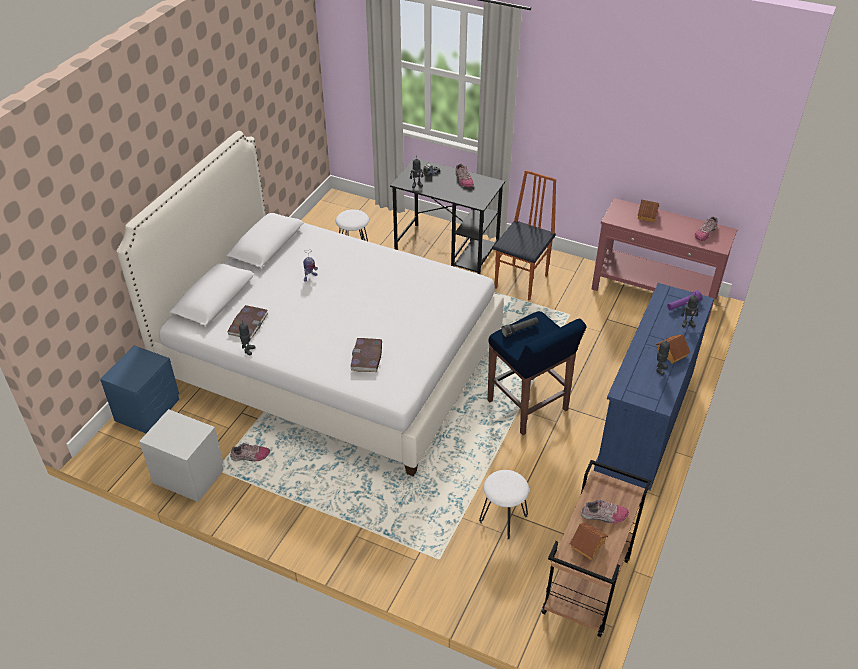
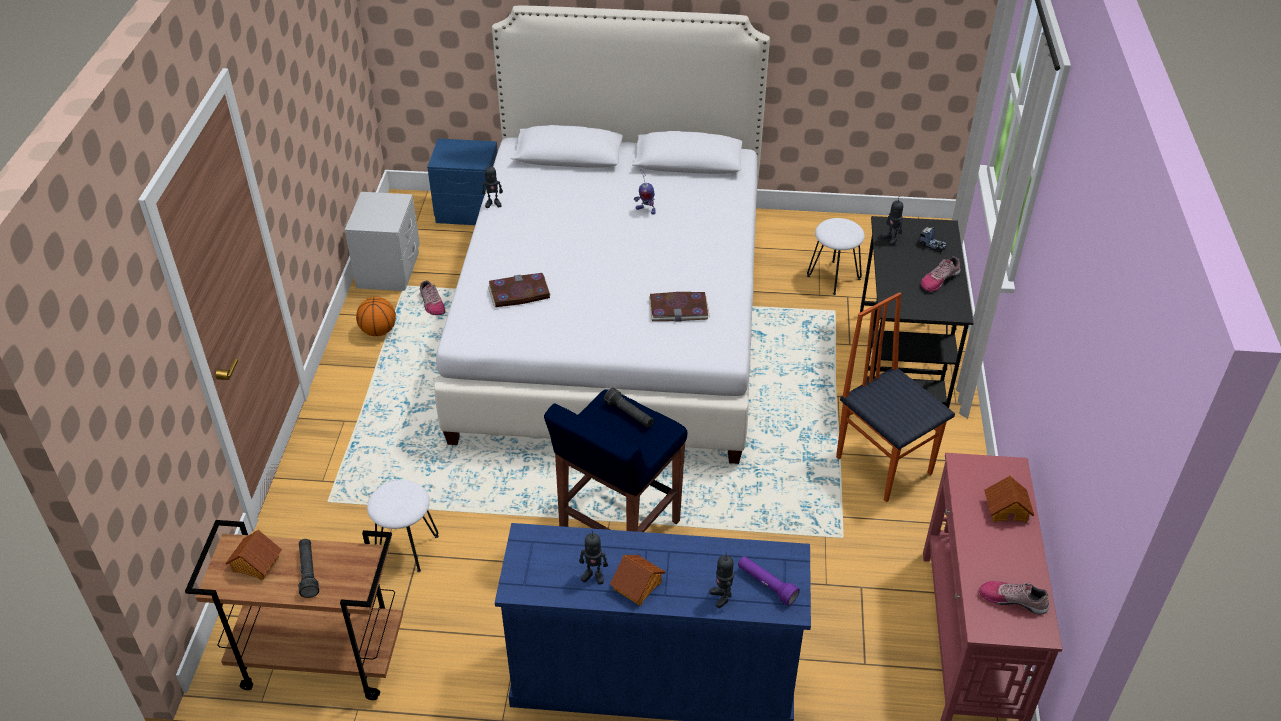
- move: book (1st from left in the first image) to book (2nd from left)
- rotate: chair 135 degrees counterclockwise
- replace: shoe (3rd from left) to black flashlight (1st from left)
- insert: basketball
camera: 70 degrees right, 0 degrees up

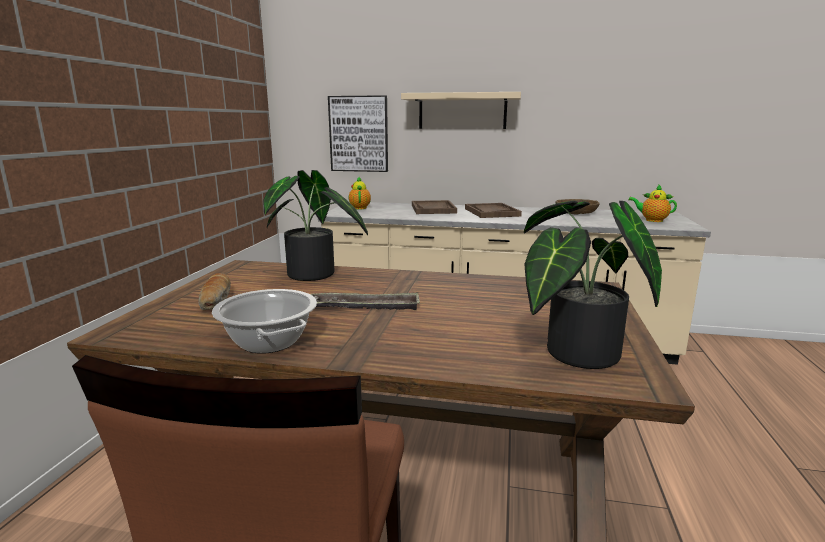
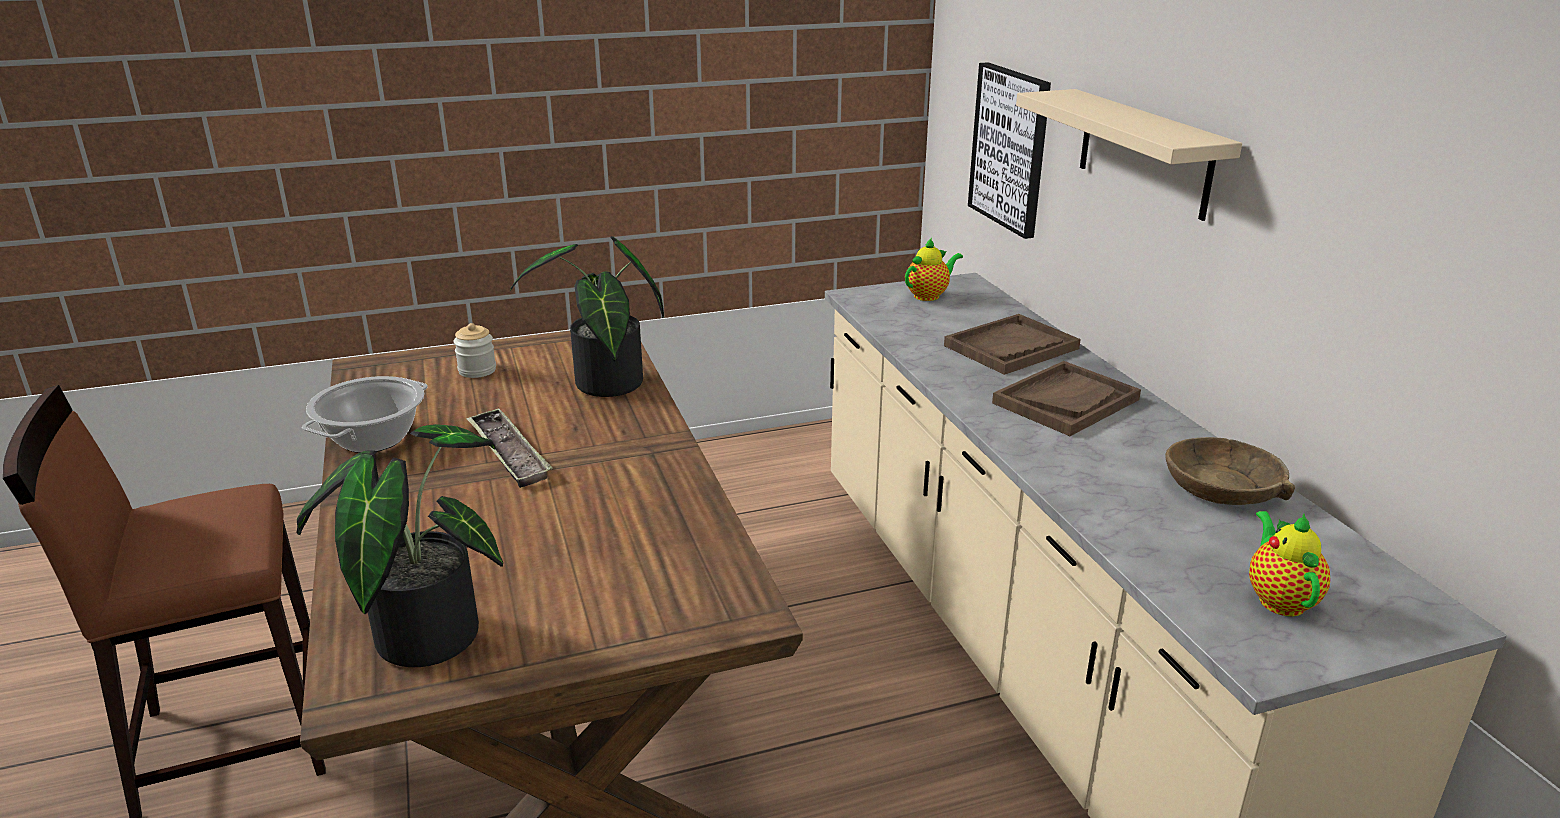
- replace: bread to jar
camera: 60 degrees right, 10 degrees up

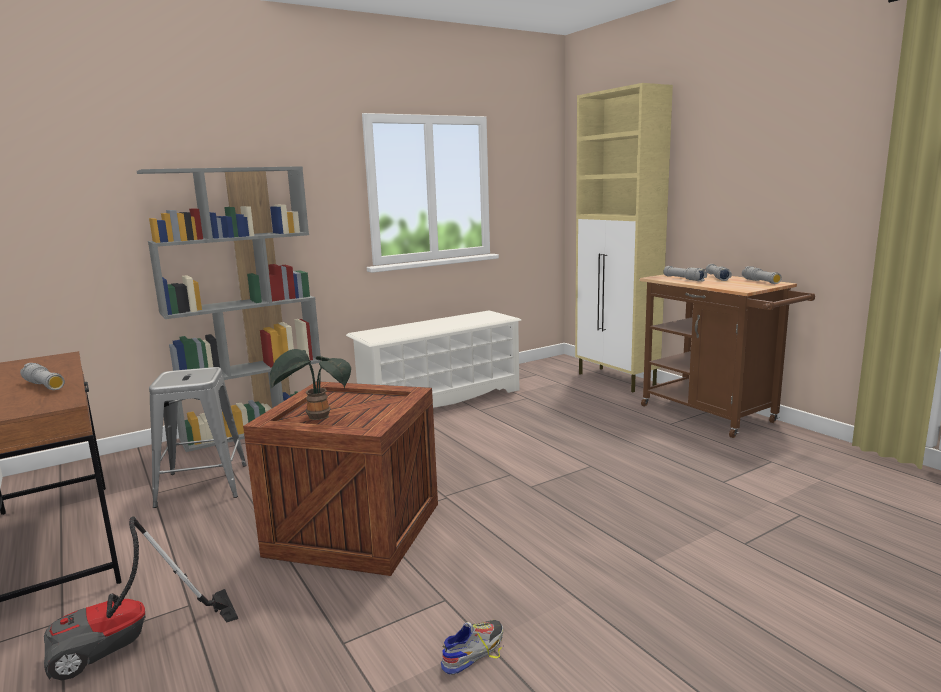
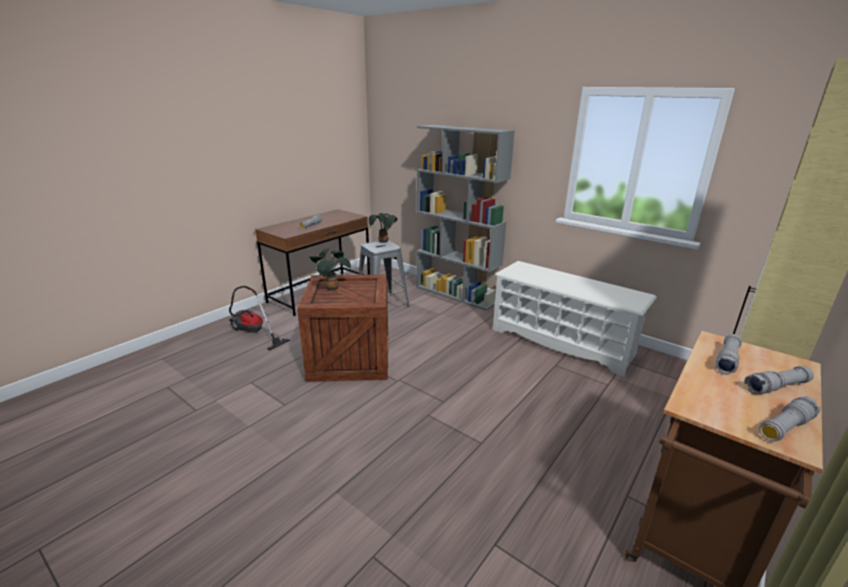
- delete: shoe
- insert: potted plant (2nd from left)
camera: 70 degrees right, 10 degrees up

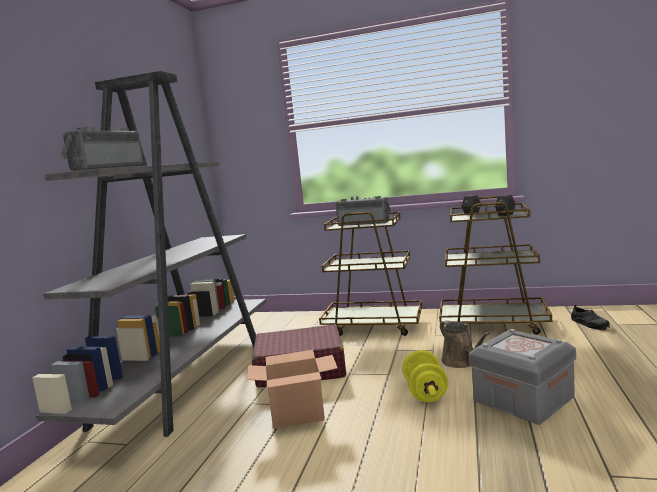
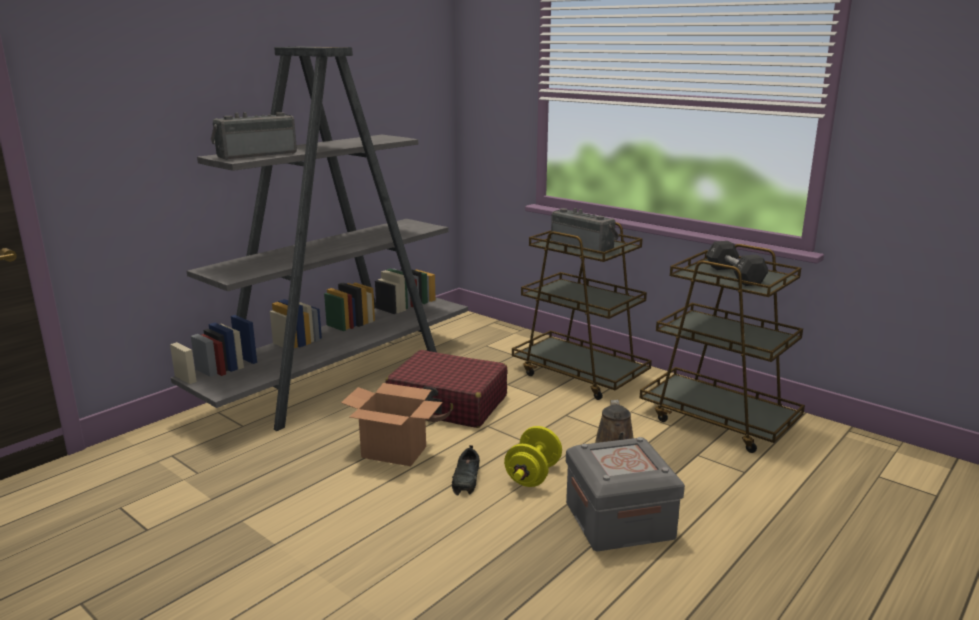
- move: black shoe
camera: 25 degrees right, 10 degrees up

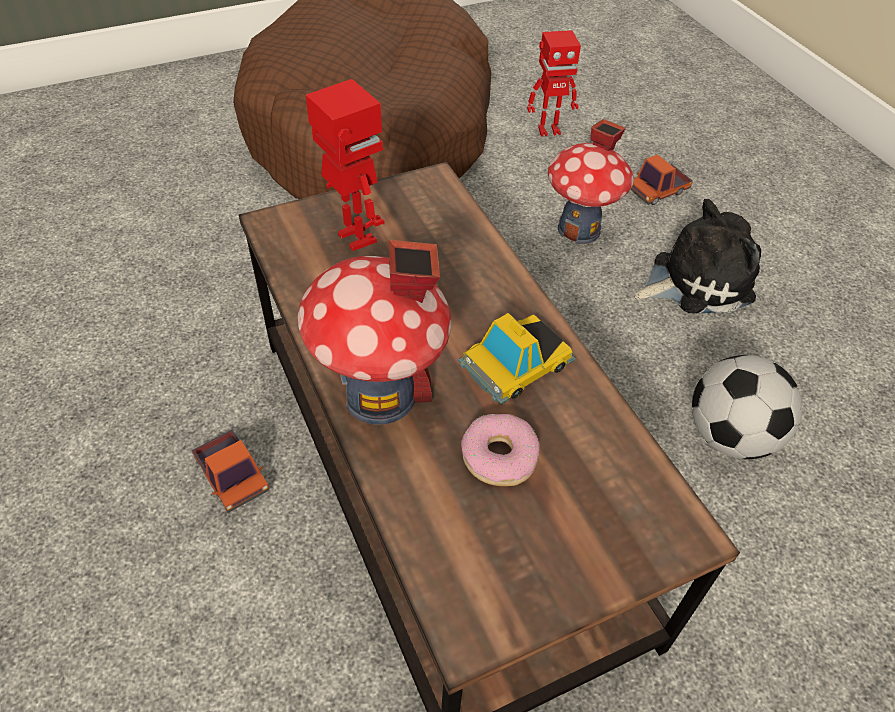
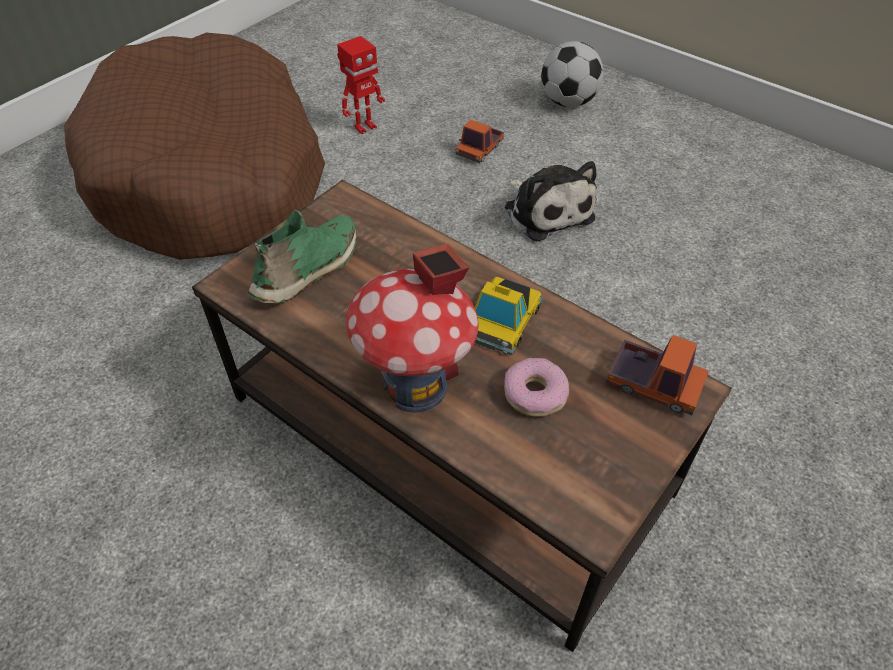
- move: toy truck (1st from left in the first image) to toy truck (2nd from left)
- replace: toy robot (1st from left) to green shoe
- delete: toy house (2nd from left)
- rotate: plush toy 105 degrees clockwise
- move: football
camera: 25 degrees left, 0 degrees up

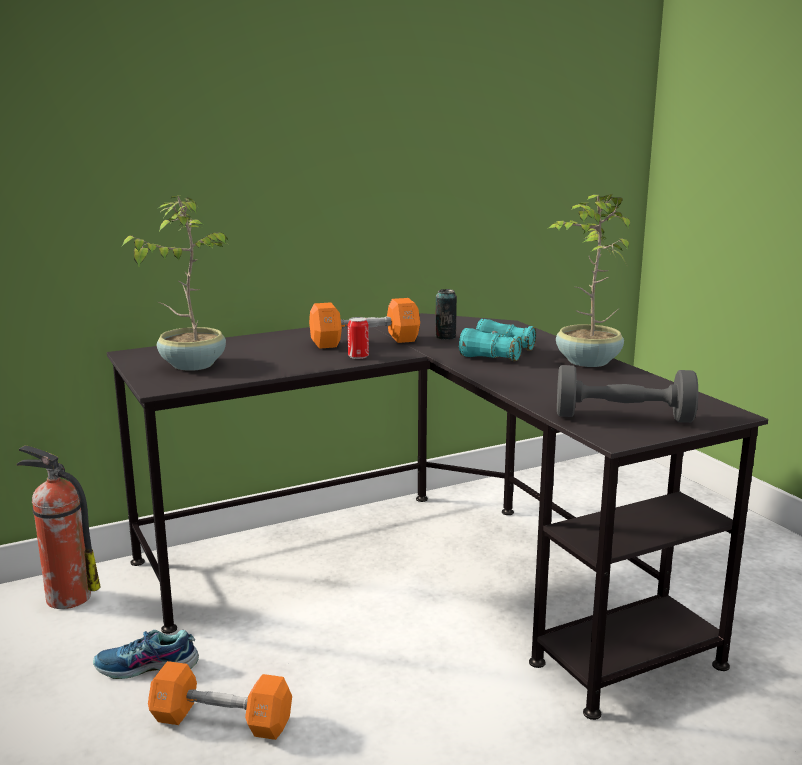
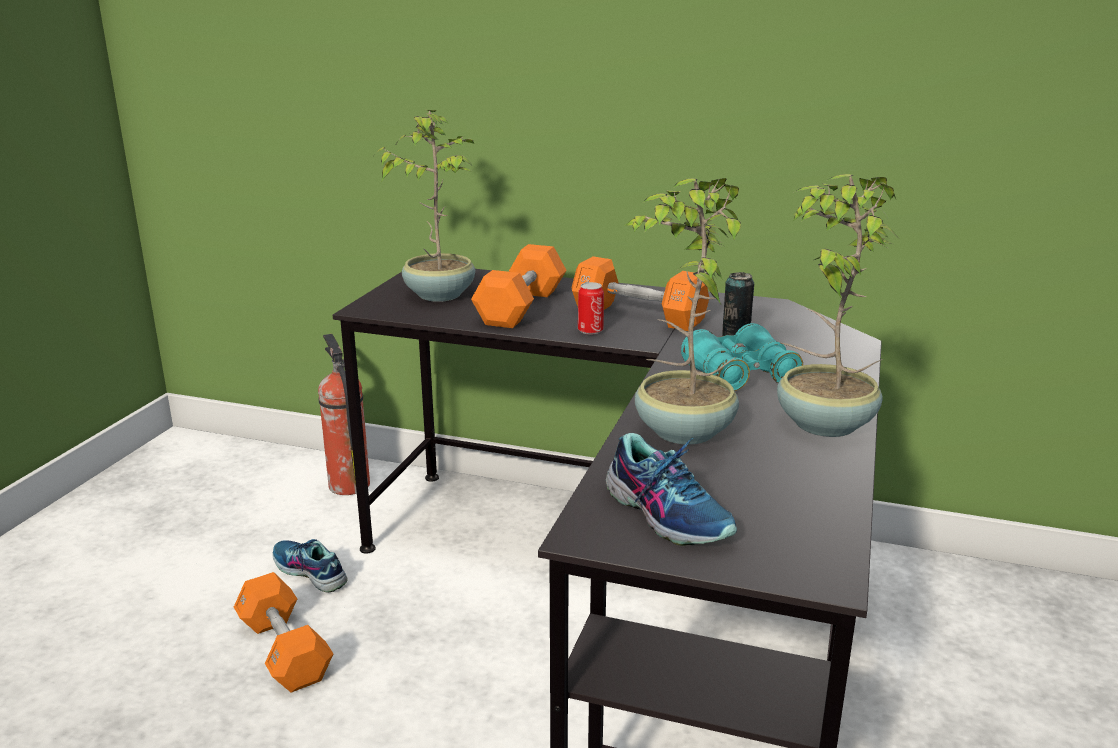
- replace: grey dumbbell to shoe (2nd from left)
- insert: orange dumbbell (2nd from left)
- insert: potted plant (2nd from left)
camera: 45 degrees right, 5 degrees up

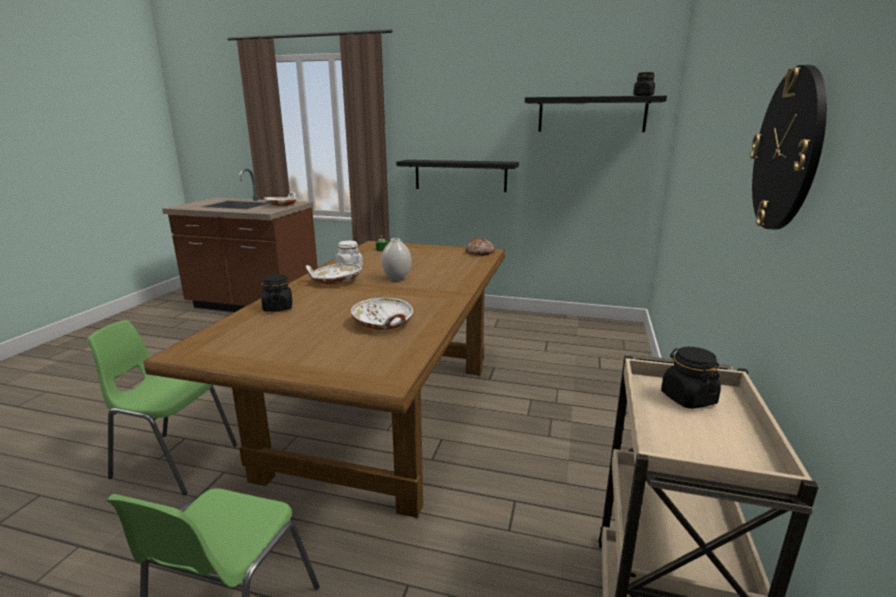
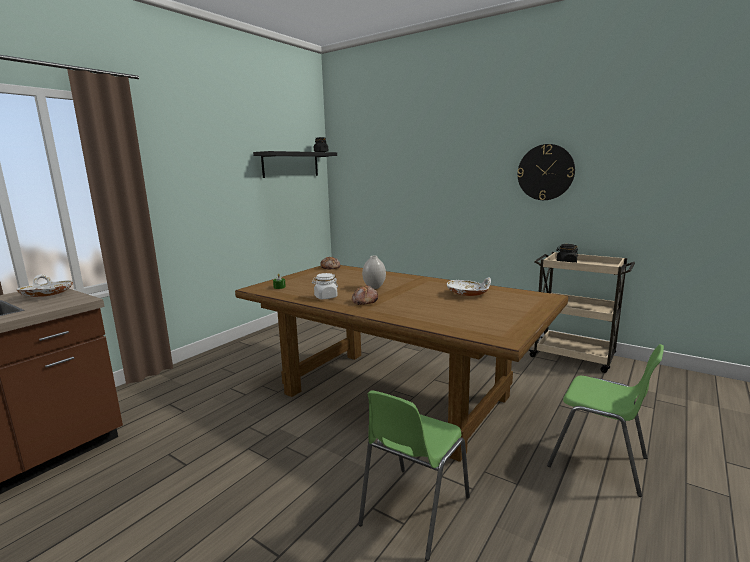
- delete: black jar (1st from left)
- replace: white bowl (2nd from left) to bread (2nd from left)
- delete: black shelf (1st from left)
camera: 70 degrees left, 5 degrees down

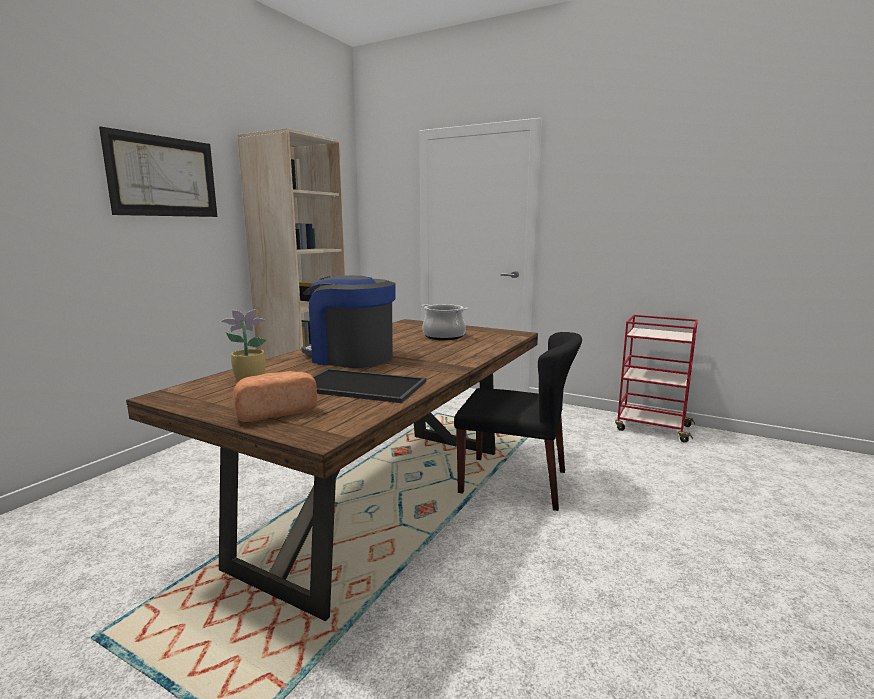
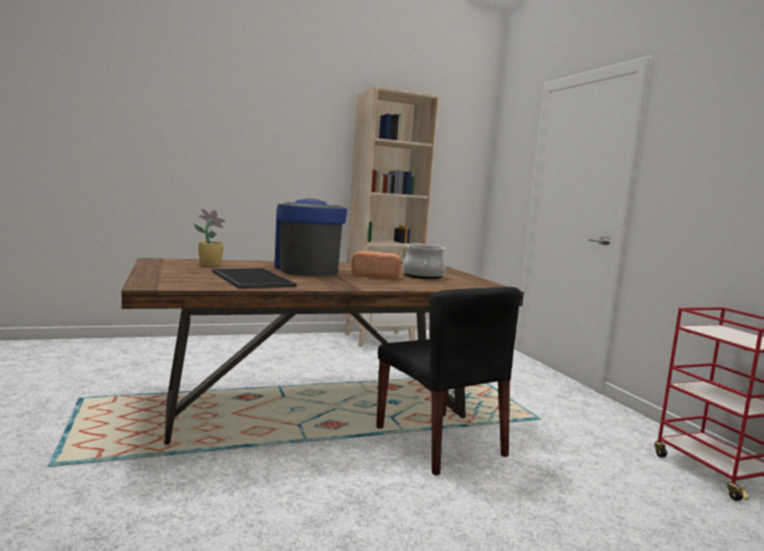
- delete: picture
- move: bread
camera: 40 degrees right, 5 degrees down

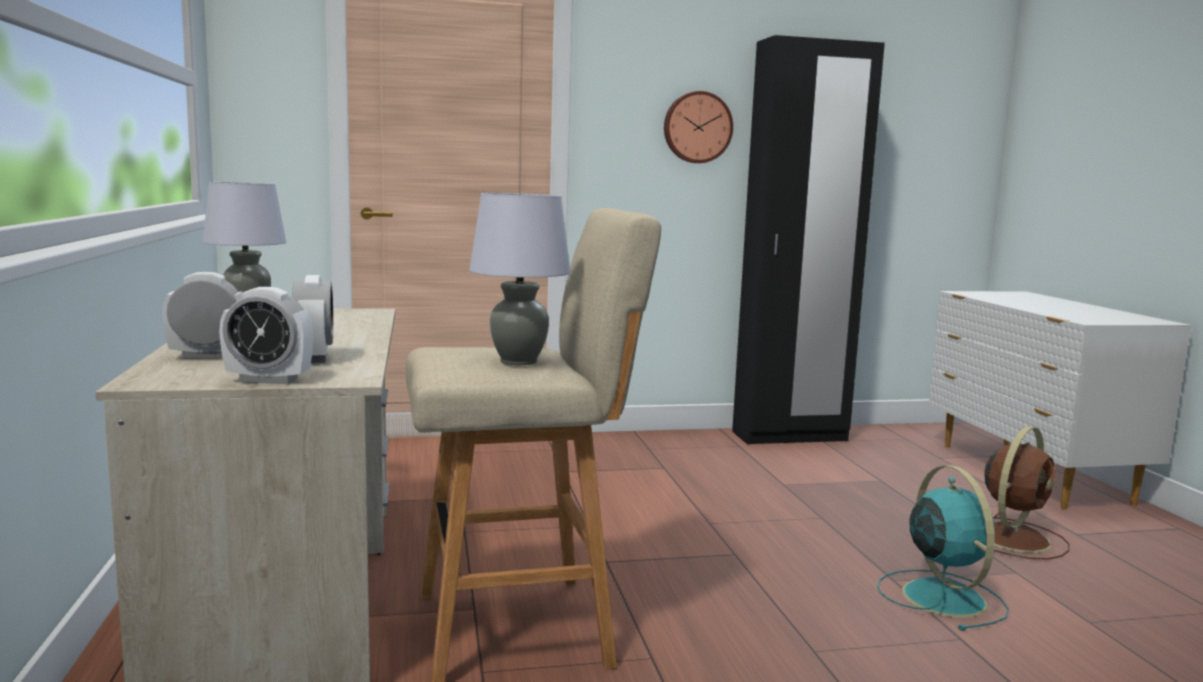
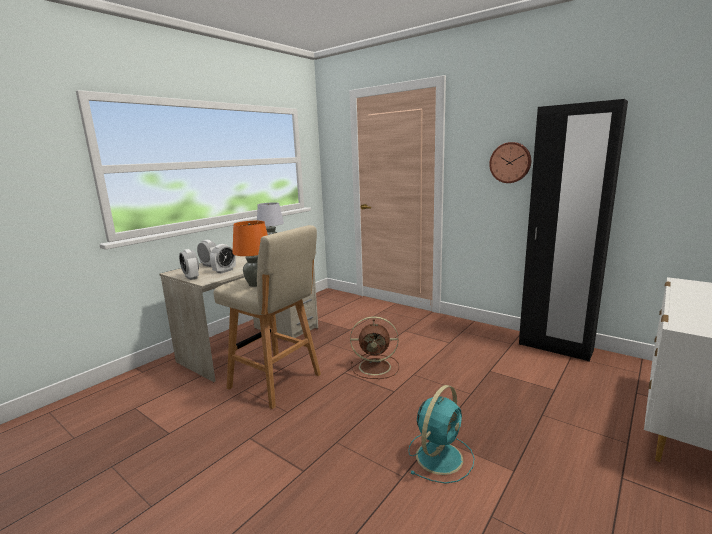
- recolor: grey table lamp (2nd from left) to orange table lamp
- move: brown fan
camera: 50 degrees right, 5 degrees up

